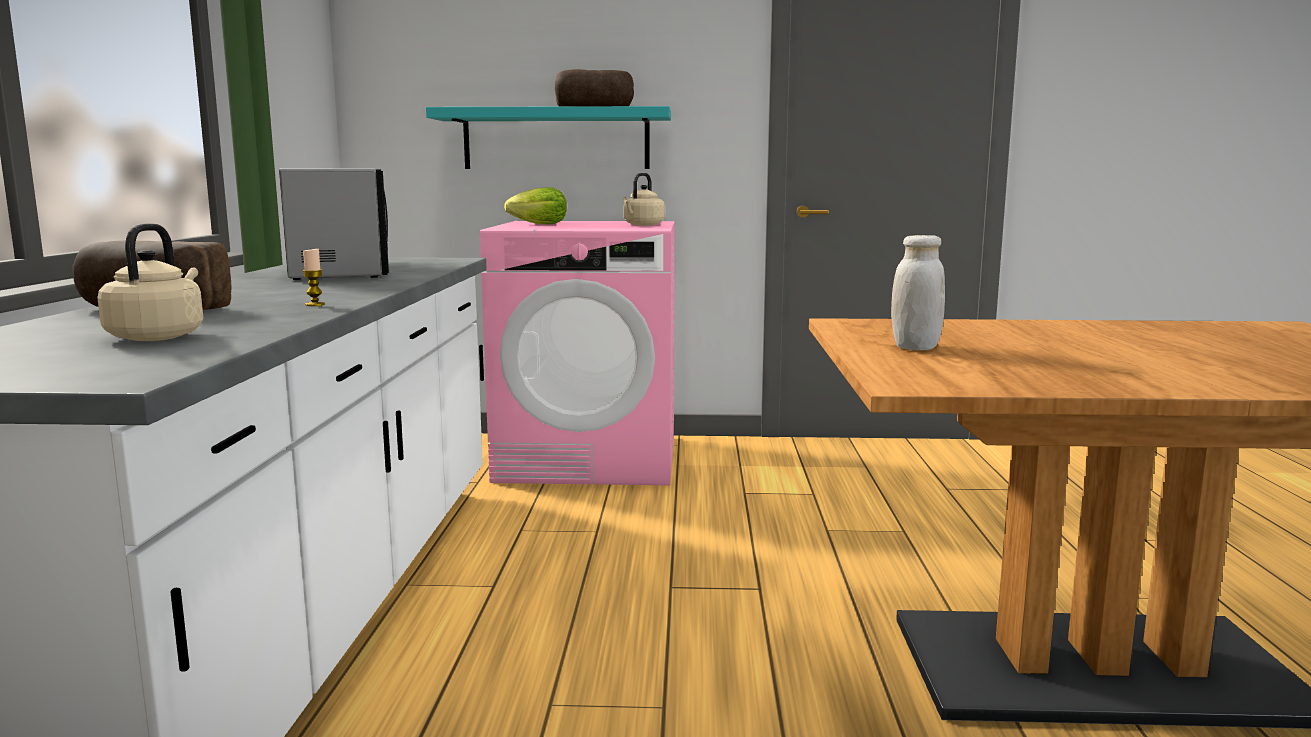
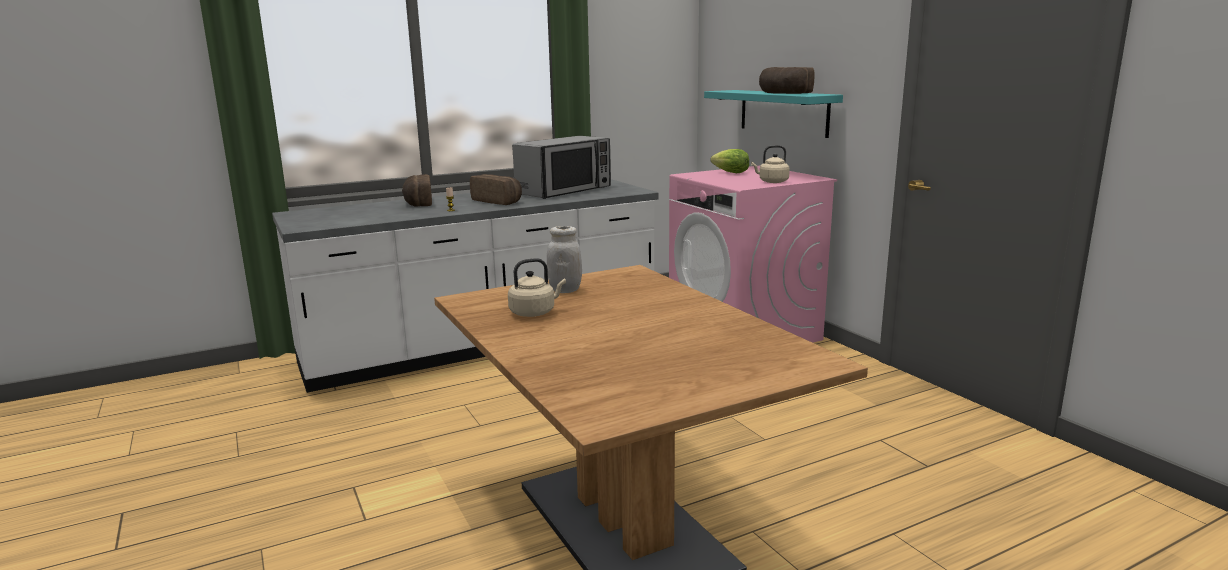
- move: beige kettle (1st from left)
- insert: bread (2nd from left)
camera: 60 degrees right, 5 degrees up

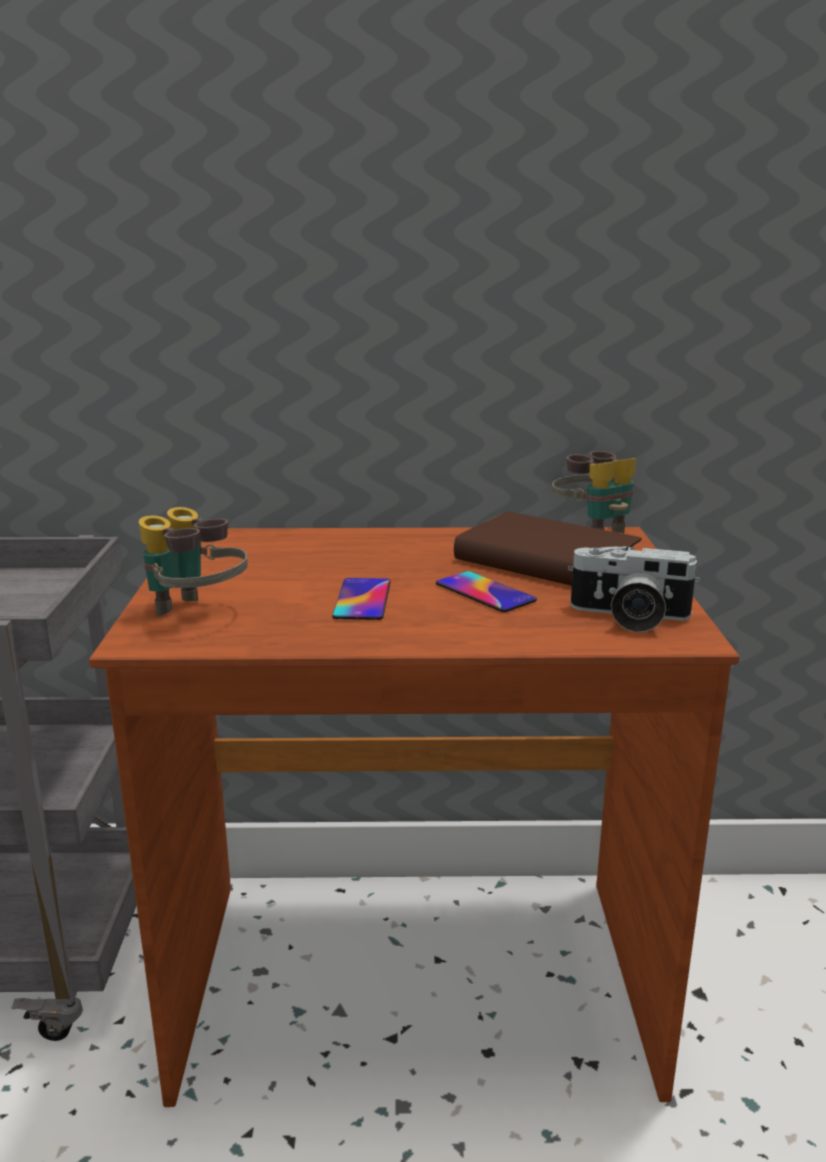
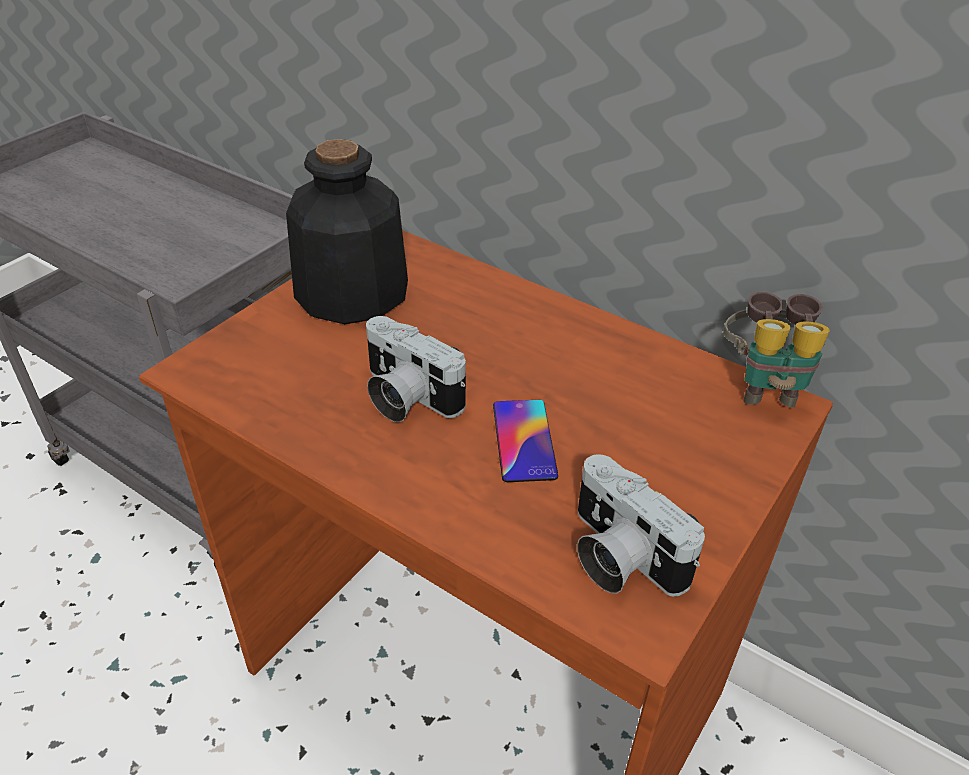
- delete: binoculars (1st from left)
- replace: phone (1st from left) to photo camera (1st from left)
- delete: brown book
- insert: bottle
camera: 35 degrees right, 20 degrees up

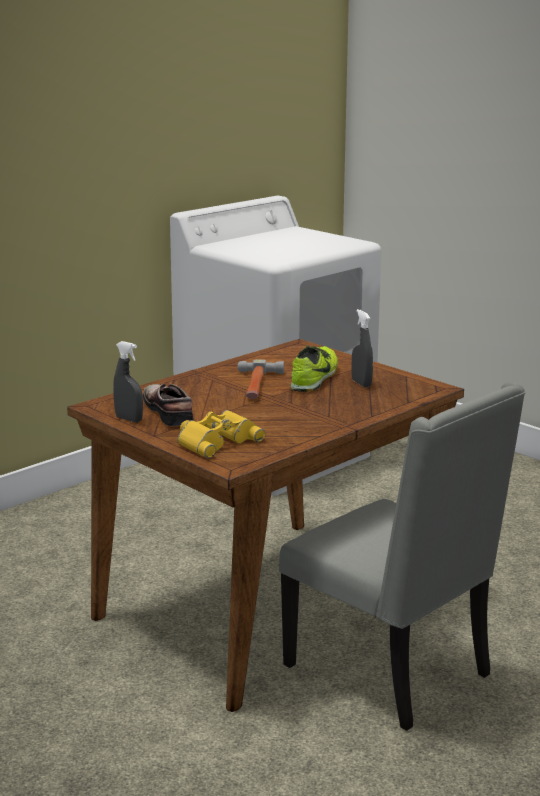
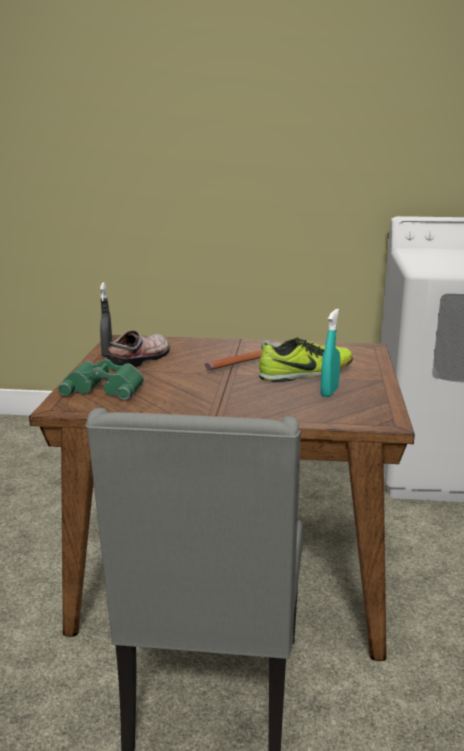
- recolor: yellow binoculars to green binoculars
- recolor: grey spray bottle (2nd from left) to turquoise spray bottle
camera: 50 degrees right, 0 degrees up

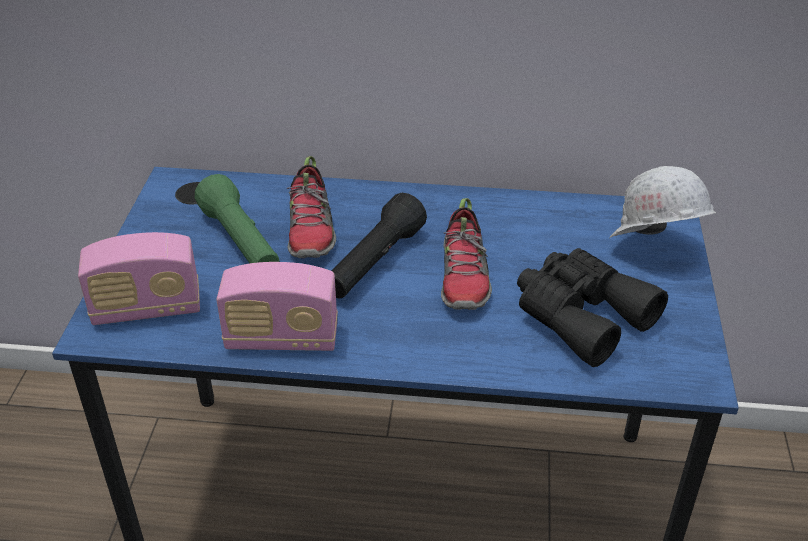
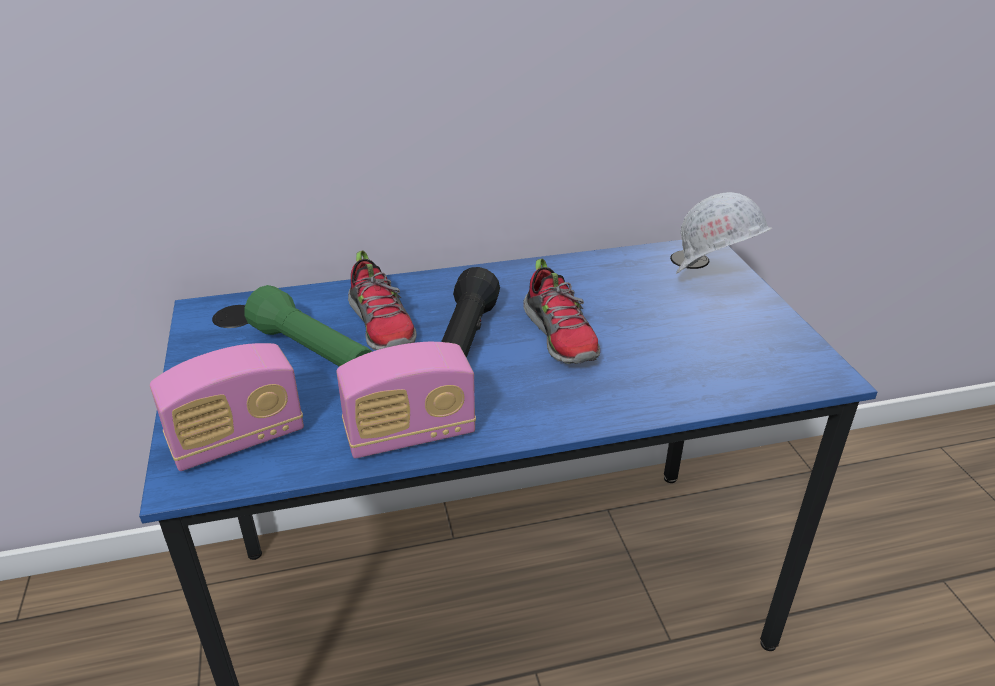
- delete: black binoculars
camera: 20 degrees left, 5 degrees down

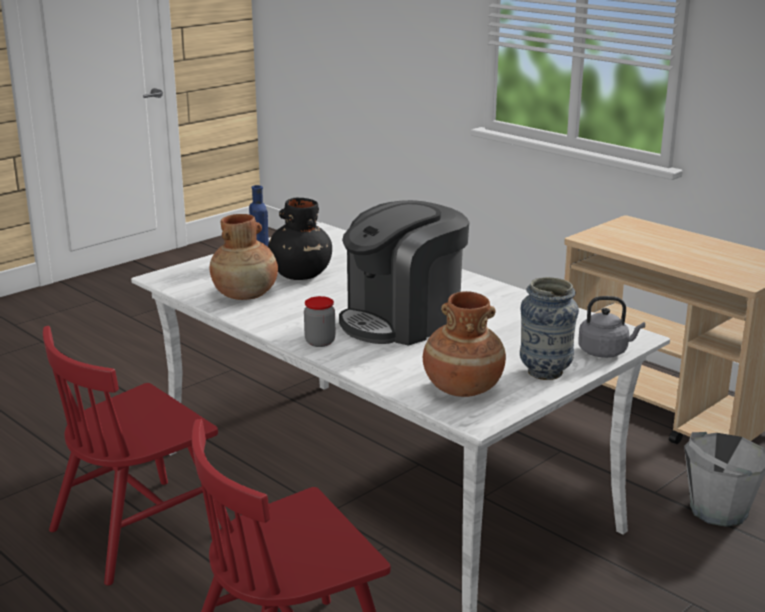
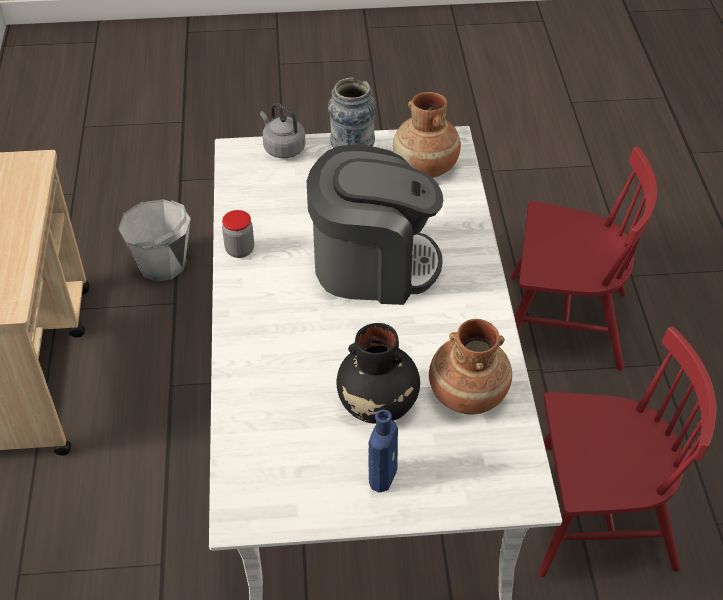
- move: jar
camera: 140 degrees left, 25 degrees up

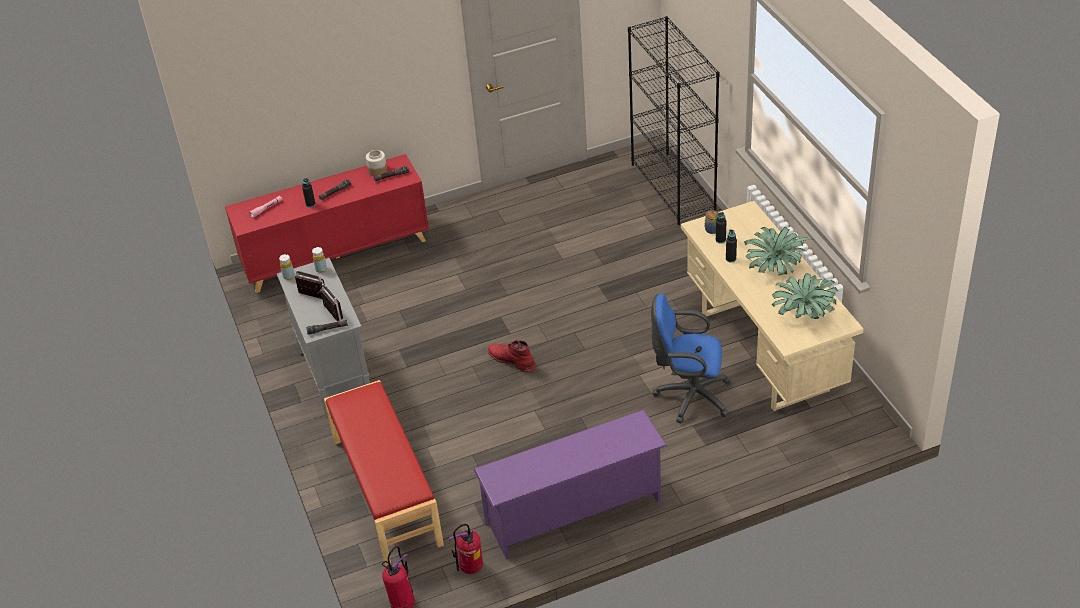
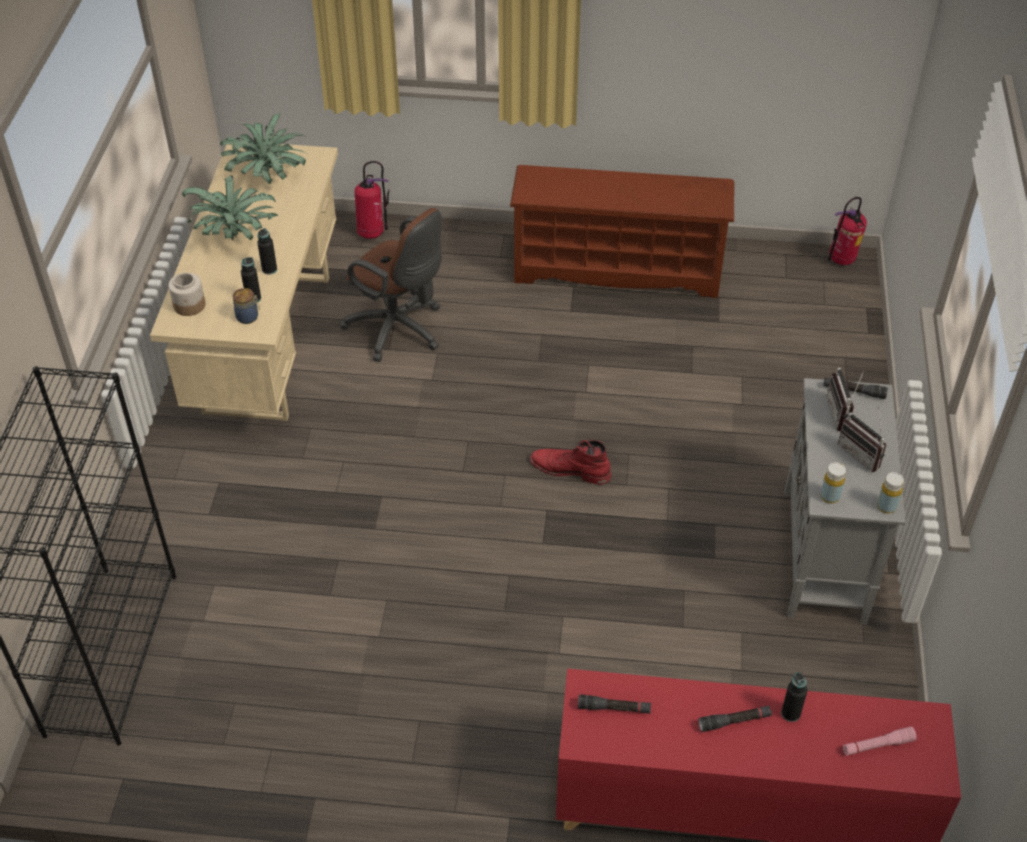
- delete: red bench
- move: jar (1st from left)
- move: fire extinguisher (2nd from left in the first image) to fire extinguisher (1st from left)
- recolor: purple shoe rack to brown shoe rack
- rotate: red boot 135 degrees clockwise
- recolor: blue office chair to brown office chair
camera: 155 degrees left, 5 degrees up

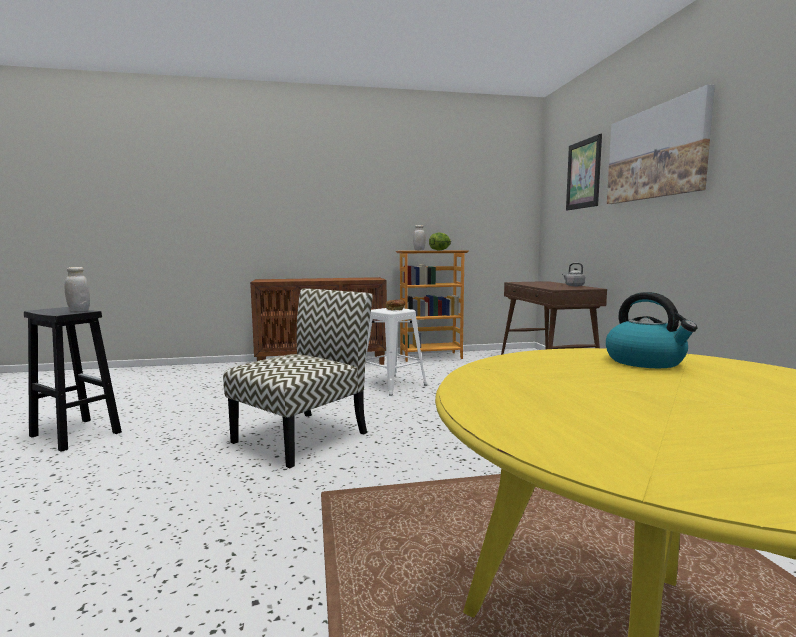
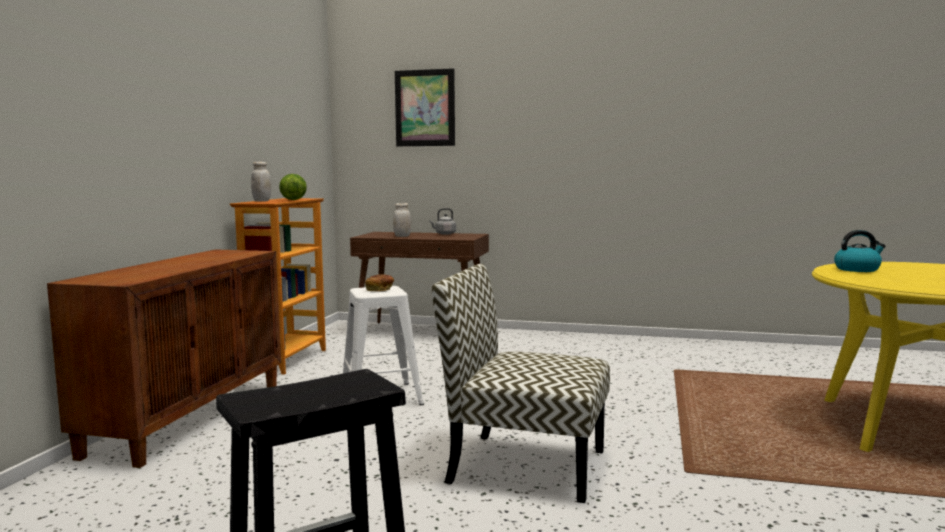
- move: white jar (1st from left in the first image) to white jar (2nd from left)
- rotate: chair 45 degrees counterclockwise
- delete: picture (2nd from left)
camera: 65 degrees left, 0 degrees up

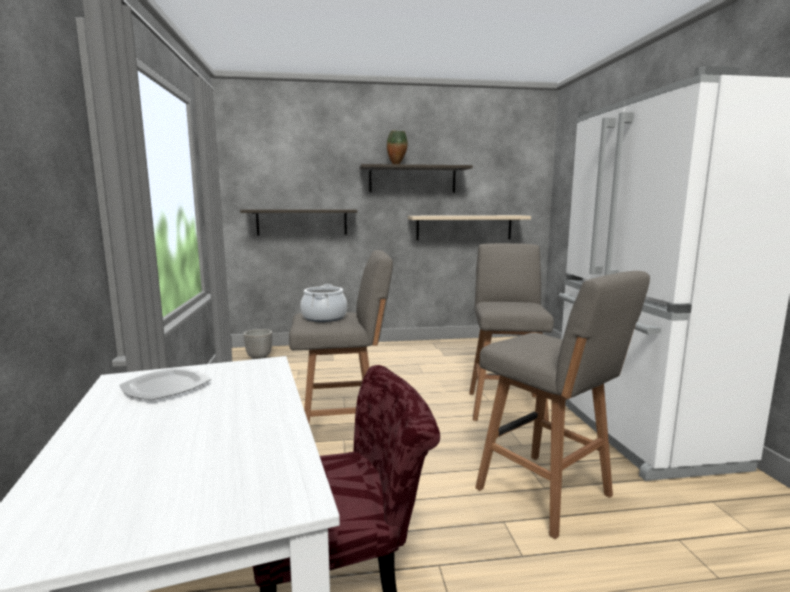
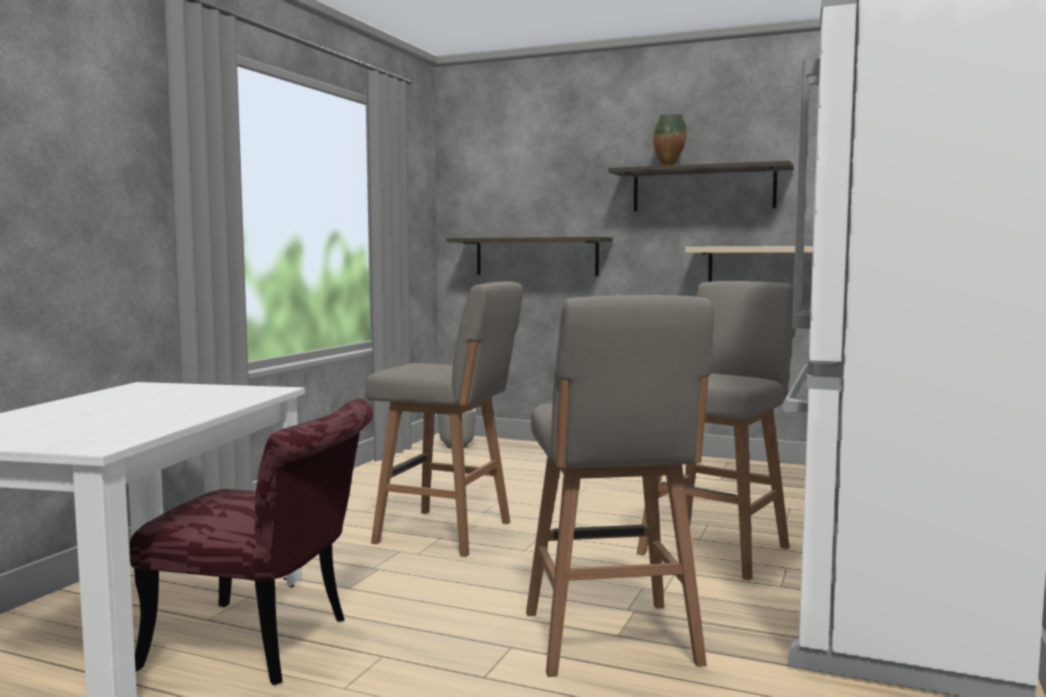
- delete: plate
- delete: cooking pot
camera: 30 degrees right, 5 degrees down

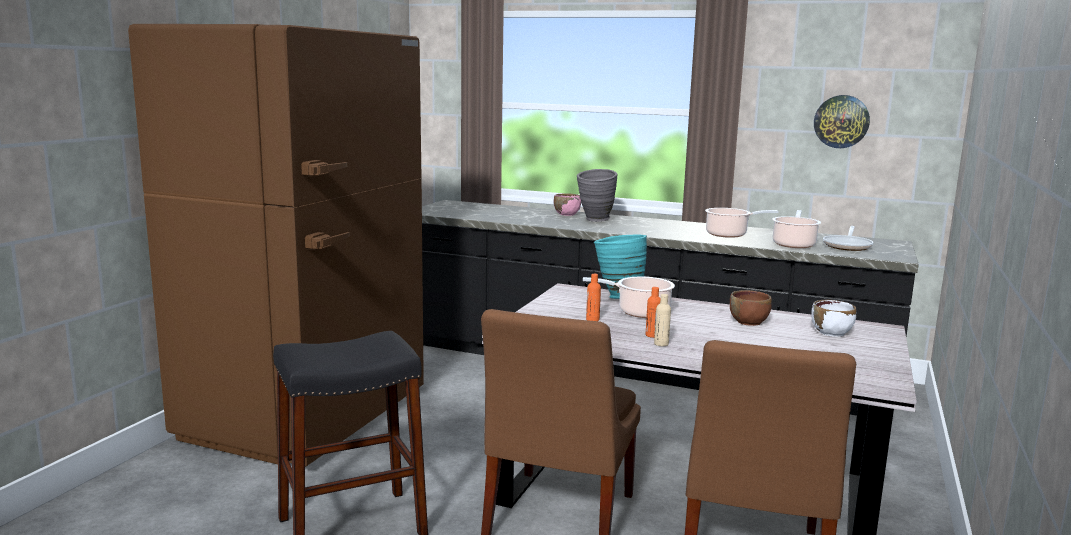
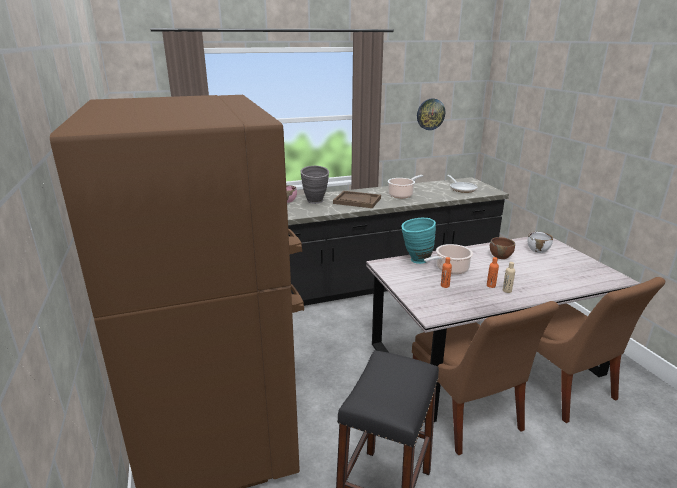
- delete: cooking pot (3rd from left)
- insert: brown tray
camera: 40 degrees left, 10 degrees up

